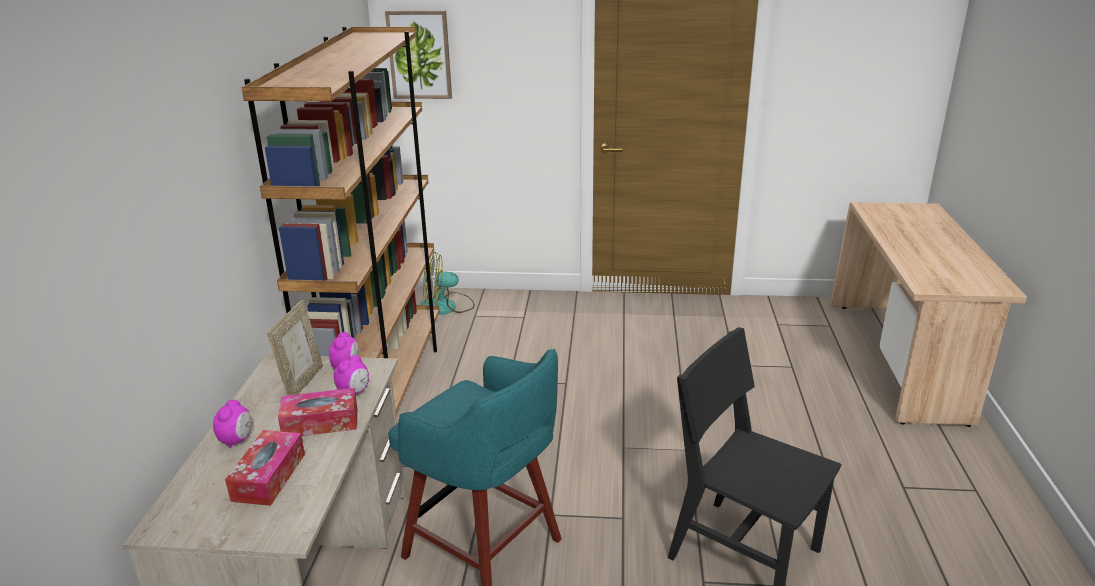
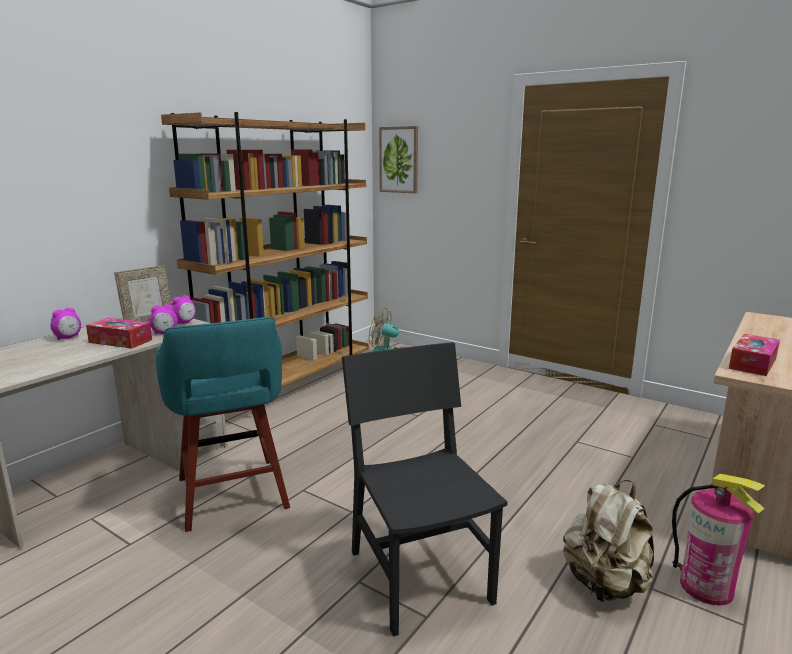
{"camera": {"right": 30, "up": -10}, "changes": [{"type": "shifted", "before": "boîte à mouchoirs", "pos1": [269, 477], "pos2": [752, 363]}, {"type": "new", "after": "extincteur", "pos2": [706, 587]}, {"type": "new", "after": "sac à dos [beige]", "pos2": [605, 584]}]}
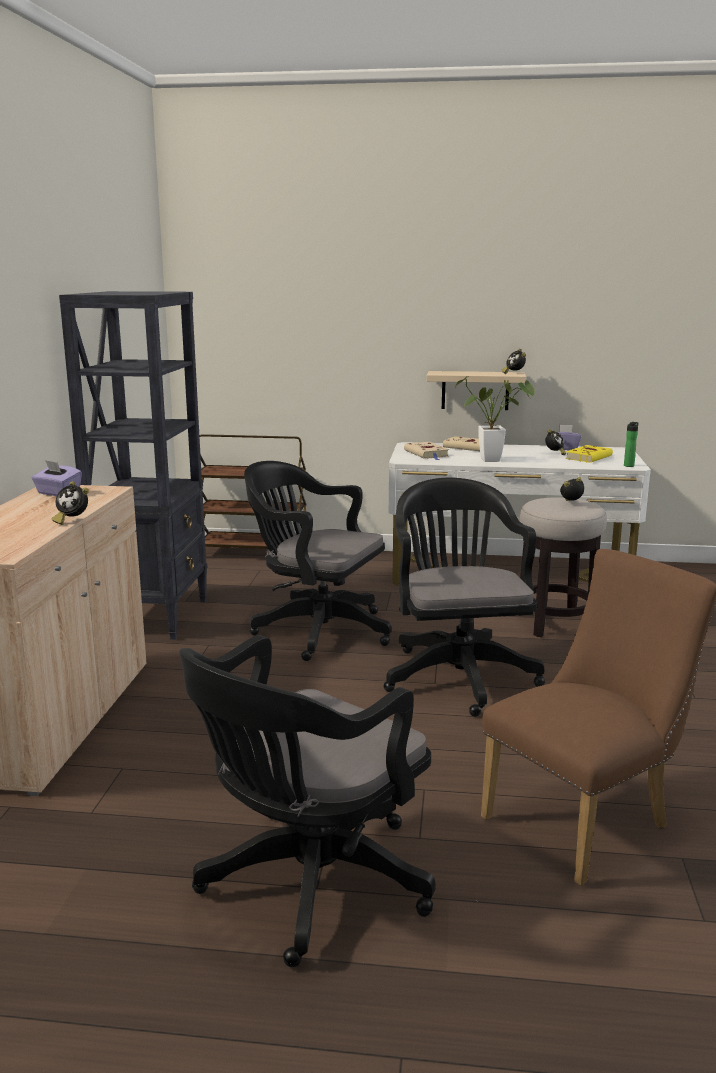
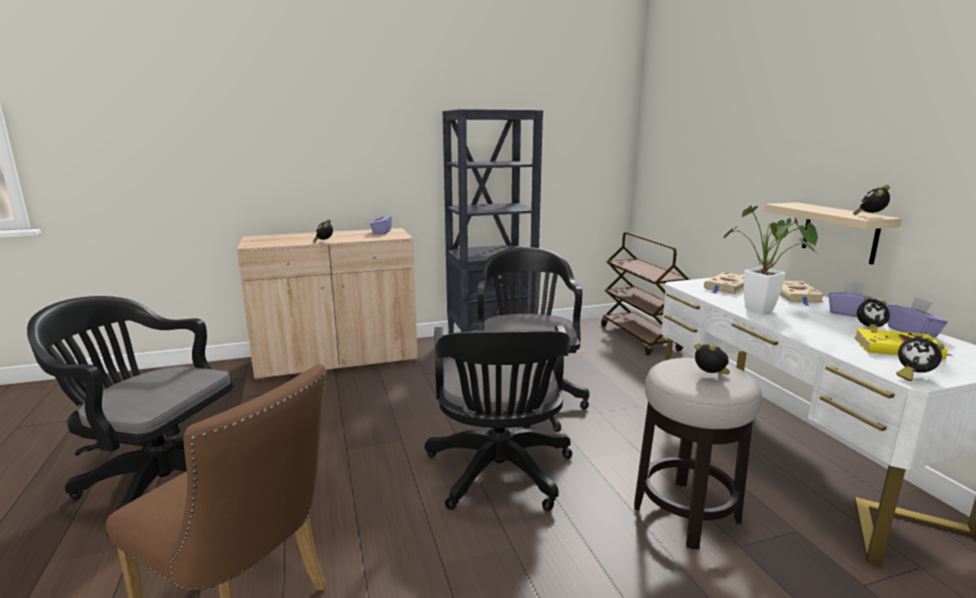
{"camera": {"right": 65, "up": 0}, "changes": [{"type": "swapped", "before": "bouteille", "after": "réveil", "pos1": [629, 465], "pos2": [912, 376]}, {"type": "rotated", "before": "chaise de bureau [noir]", "pos1": [457, 674], "pos2": [499, 475], "turn": 120}, {"type": "new", "after": "boîte à mouchoirs [violet]", "pos2": [849, 313]}]}
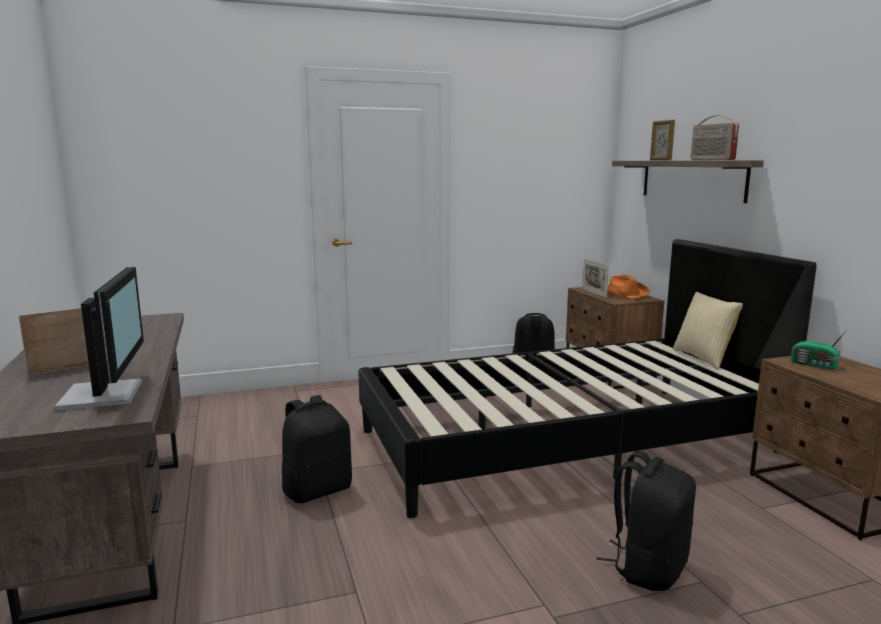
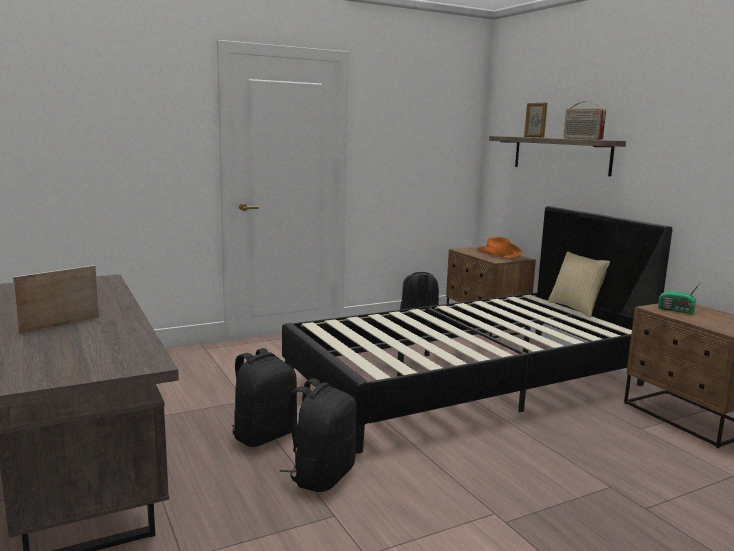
{"camera": {"right": -10, "up": 0}, "changes": [{"type": "gone", "before": "cadre photo", "pos1": [594, 293]}, {"type": "gone", "before": "écran d'ordinateur", "pos1": [105, 394]}, {"type": "shifted", "before": "sac à dos [noir]", "pos1": [648, 568], "pos2": [321, 475]}]}
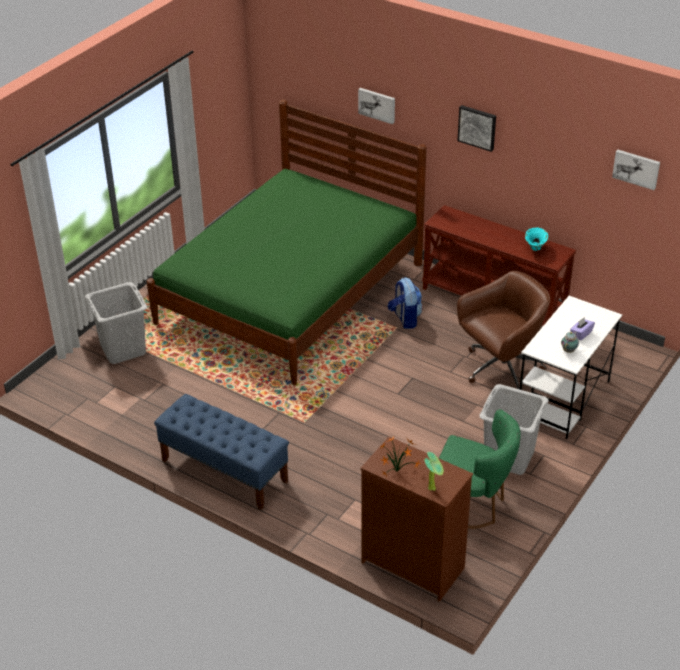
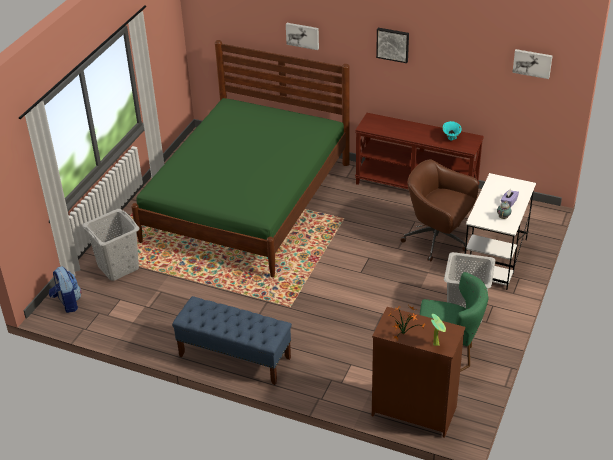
{"camera": {"right": -10, "up": 0}, "changes": [{"type": "rotated", "before": "chaise de bureau [marron]", "pos1": [500, 368], "pos2": [437, 240], "turn": -105}, {"type": "shifted", "before": "sac à dos", "pos1": [405, 319], "pos2": [67, 303]}]}
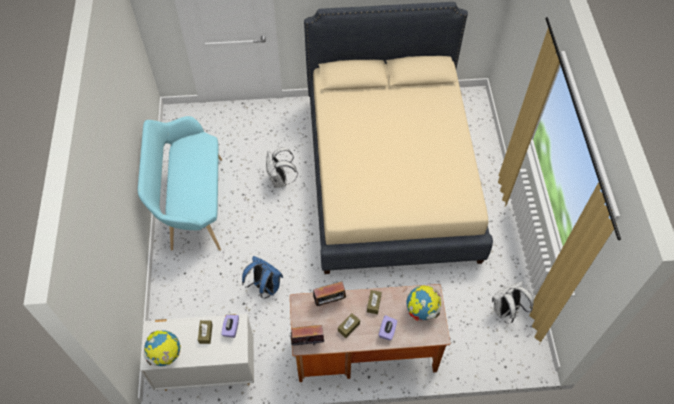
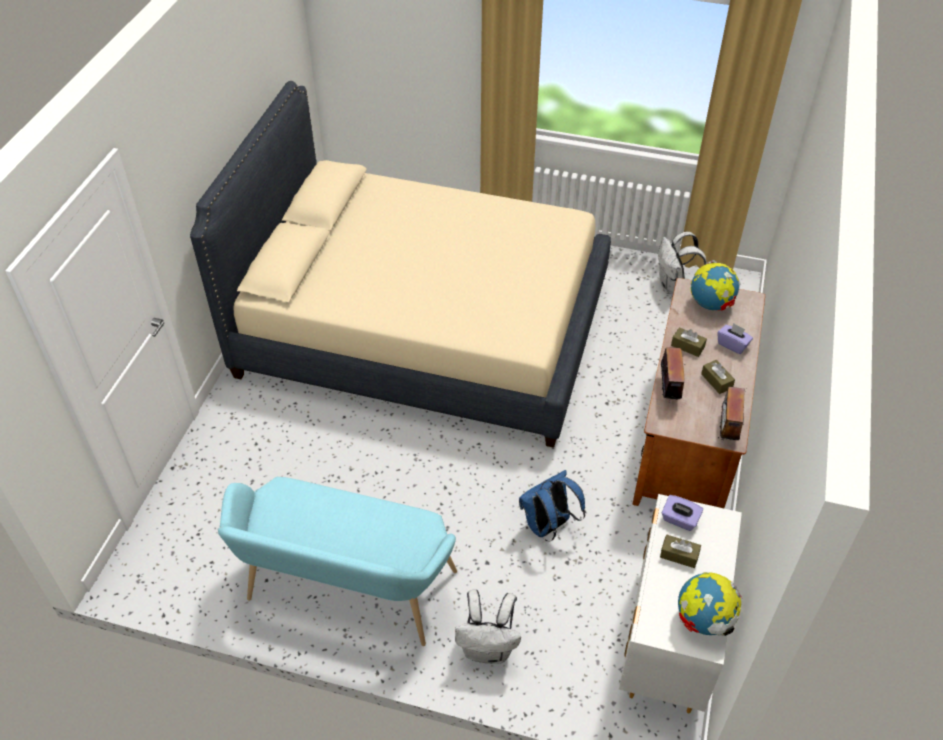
{"camera": {"right": -70, "up": -10}, "changes": [{"type": "shifted", "before": "sac à dos [blanc]", "pos1": [280, 180], "pos2": [488, 649]}]}
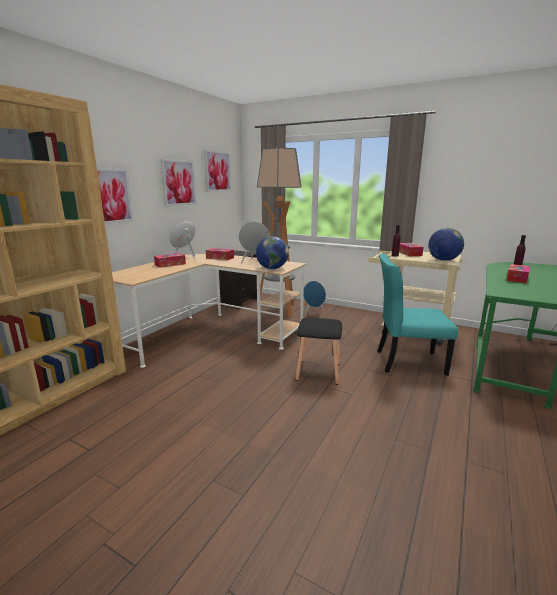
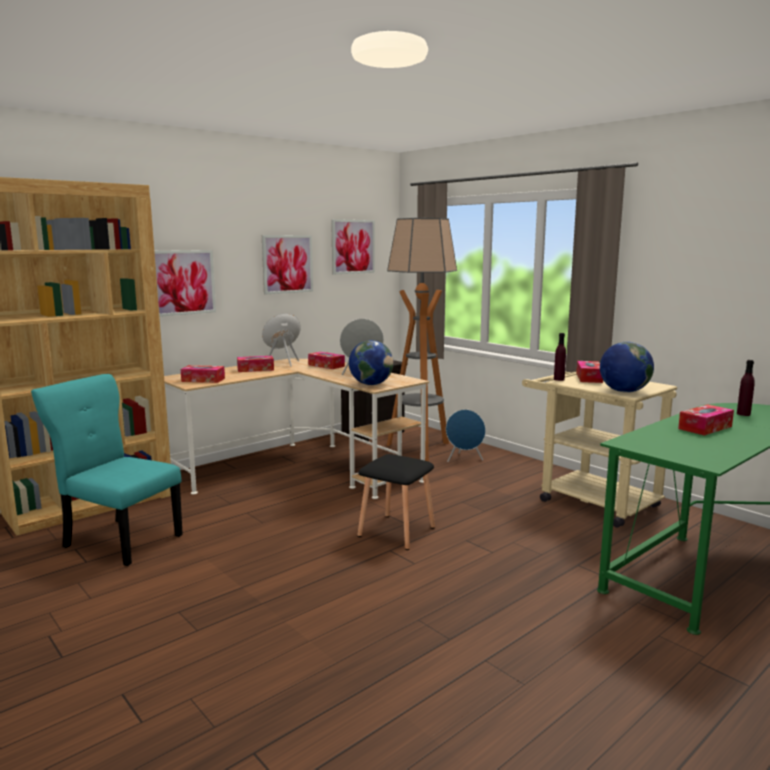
{"camera": {"right": 20, "up": -5}, "changes": [{"type": "shifted", "before": "chaise [turquoise]", "pos1": [406, 362], "pos2": [120, 540]}, {"type": "new", "after": "boîte à mouchoirs", "pos2": [203, 380]}]}
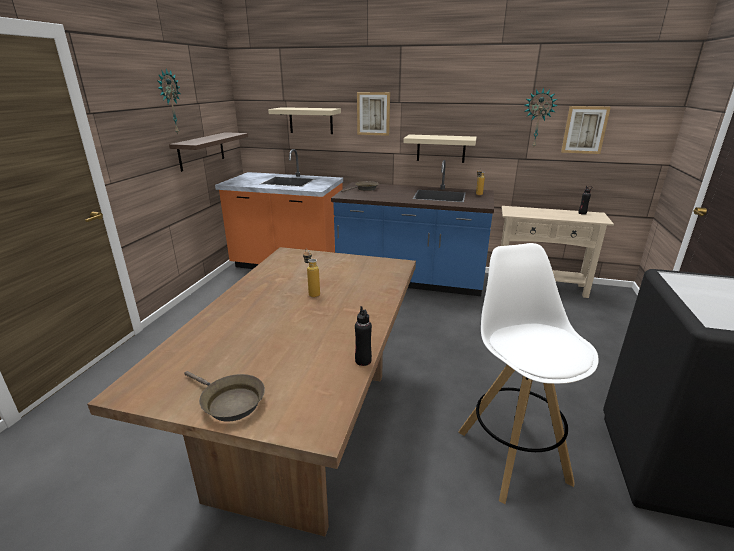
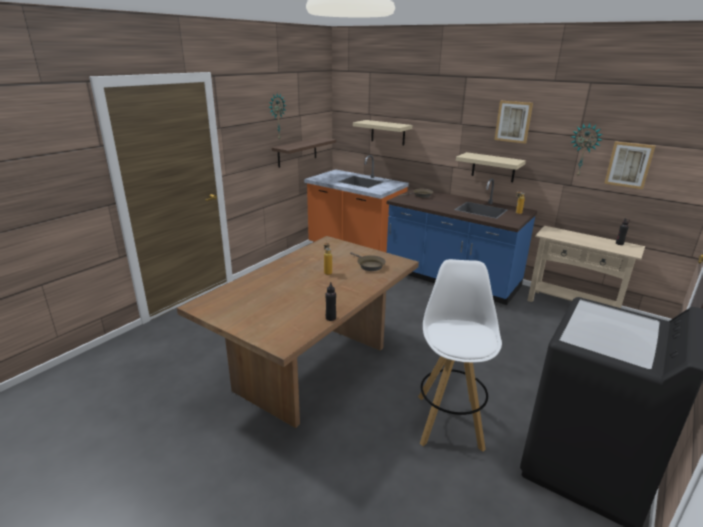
{"camera": {"right": 20, "up": 0}, "changes": [{"type": "shifted", "before": "tableau", "pos1": [373, 113], "pos2": [513, 121]}, {"type": "shifted", "before": "poêle [marron]", "pos1": [229, 402], "pos2": [369, 265]}]}
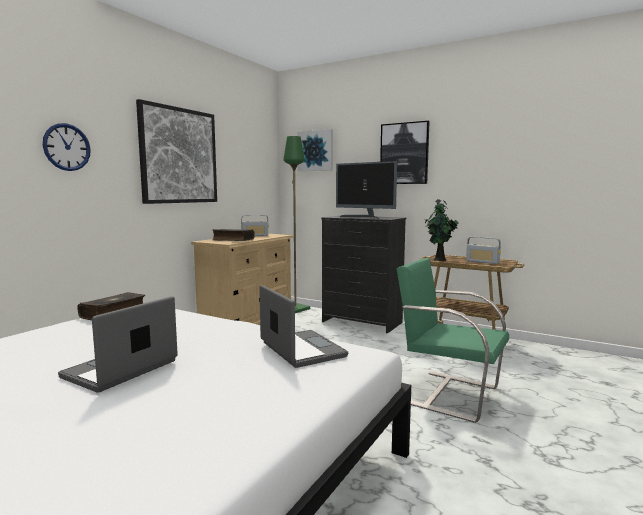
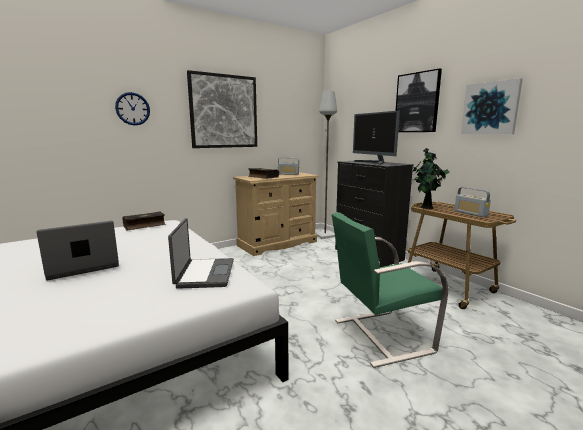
{"camera": {"right": 25, "up": 5}, "changes": [{"type": "shifted", "before": "tableau", "pos1": [315, 151], "pos2": [490, 108]}, {"type": "repainted", "before": "lampadaire [vert]", "after": "lampadaire [gris]", "pos1": [295, 309], "pos2": [325, 235]}, {"type": "rotated", "before": "chaise [vert]", "pos1": [449, 394], "pos2": [380, 335], "turn": -75}]}
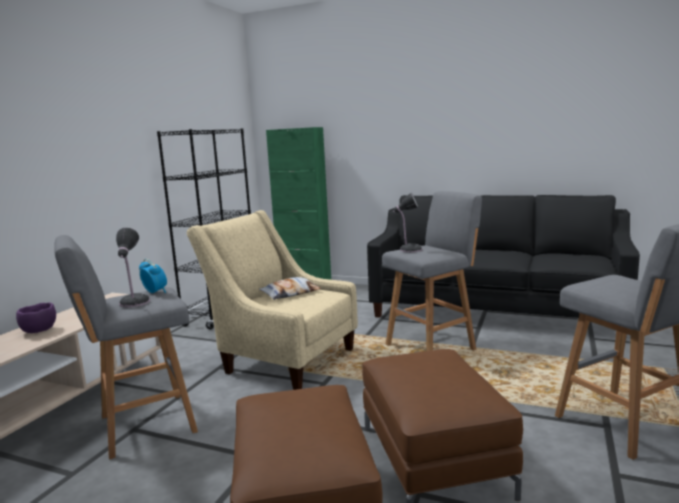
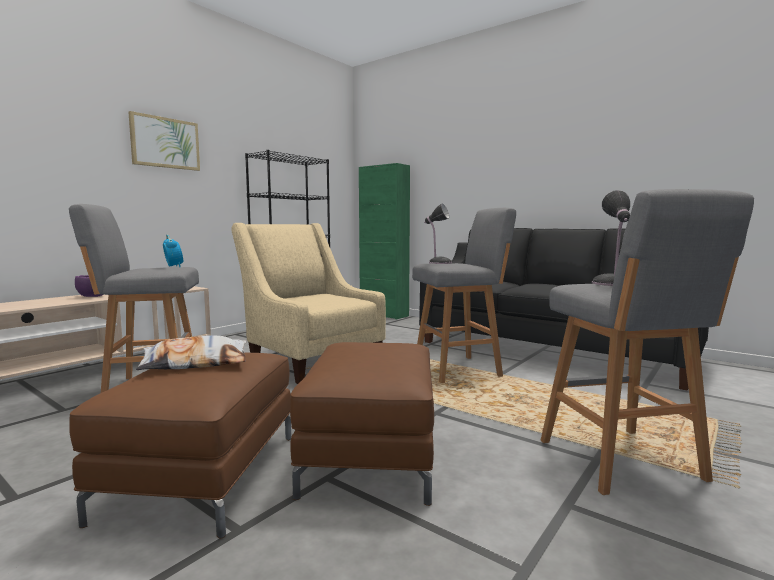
{"camera": {"right": 15, "up": -5}, "changes": [{"type": "shifted", "before": "lampe de table", "pos1": [134, 303], "pos2": [611, 284]}, {"type": "shifted", "before": "coussin", "pos1": [290, 293], "pos2": [196, 363]}, {"type": "new", "after": "tableau", "pos2": [165, 143]}]}
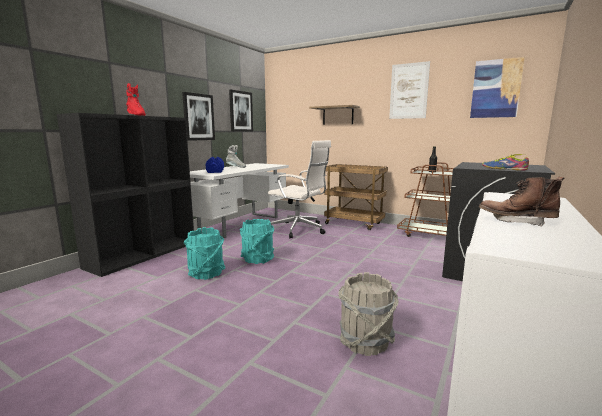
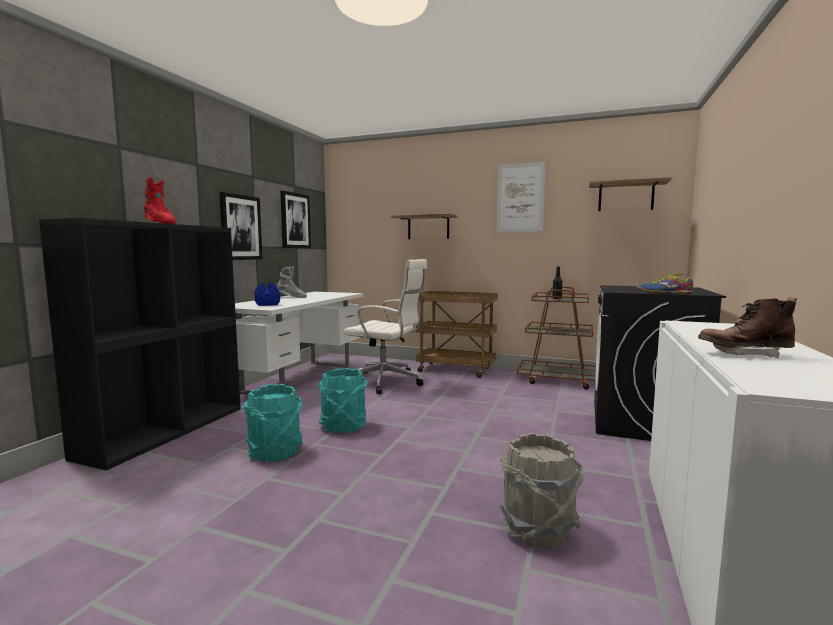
{"camera": {"right": -10, "up": -5}, "changes": [{"type": "swapped", "before": "tableau", "after": "étagère", "pos1": [496, 89], "pos2": [625, 197]}]}
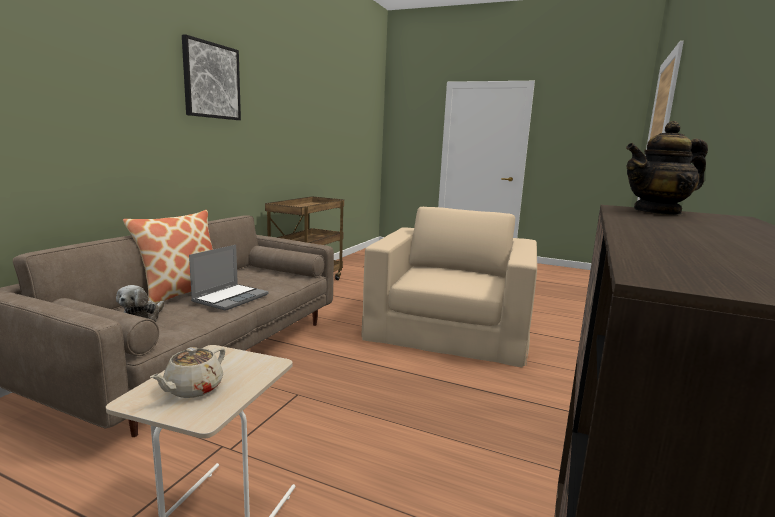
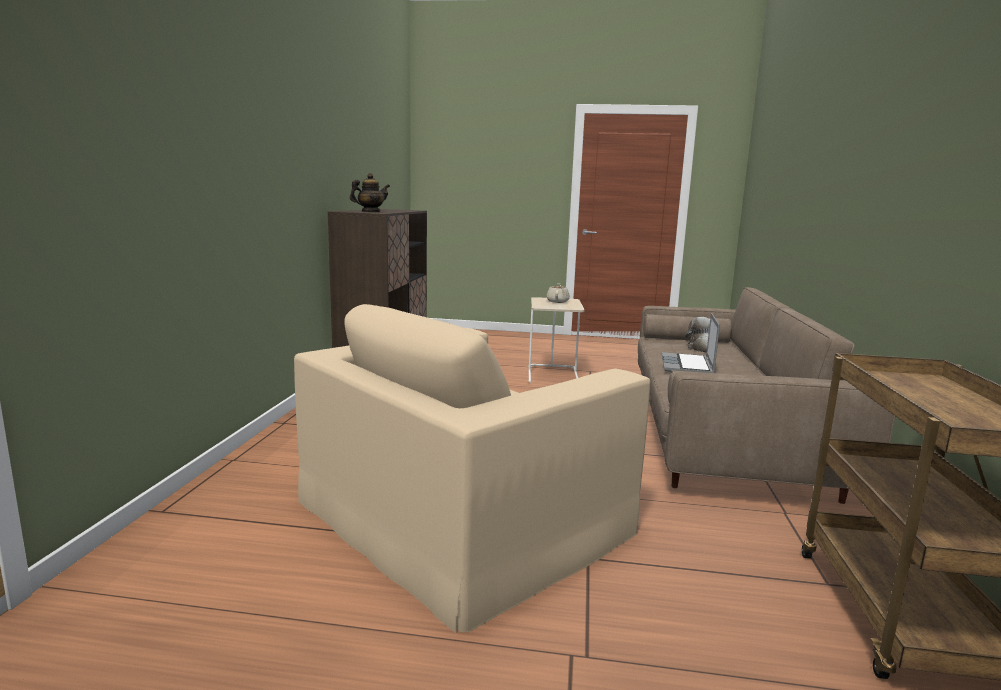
{"camera": {"right": 165, "up": 0}, "changes": [{"type": "gone", "before": "tableau", "pos1": [211, 81]}, {"type": "rotated", "before": "fauteuil [beige]", "pos1": [450, 327], "pos2": [463, 515], "turn": 45}, {"type": "gone", "before": "coussin", "pos1": [182, 292]}]}
